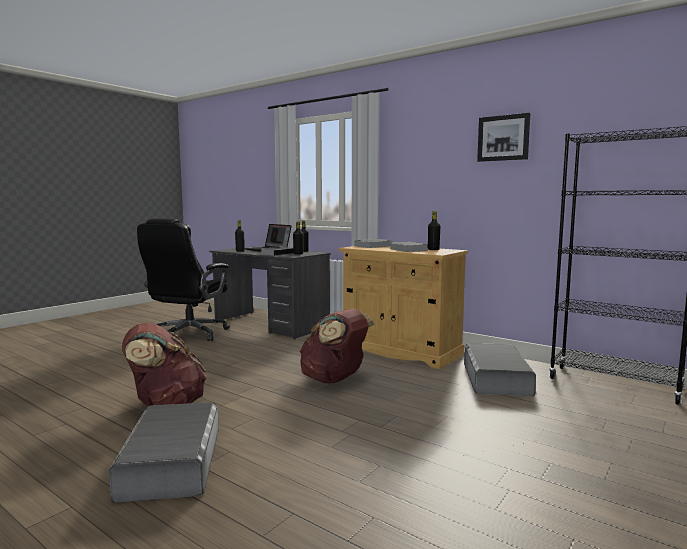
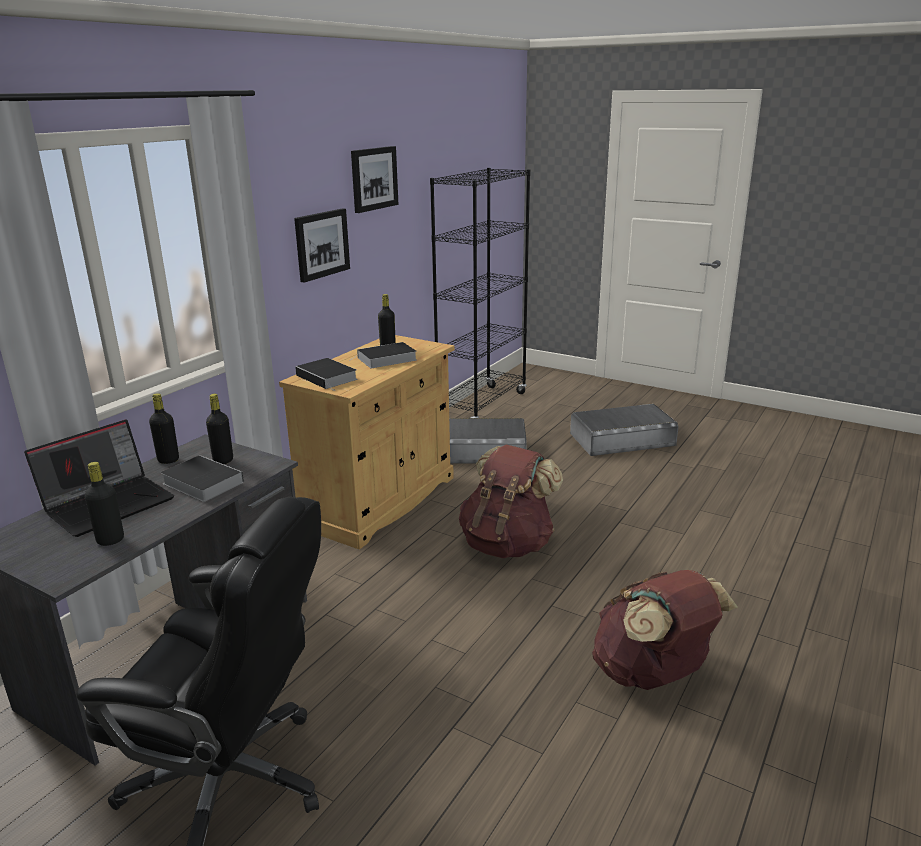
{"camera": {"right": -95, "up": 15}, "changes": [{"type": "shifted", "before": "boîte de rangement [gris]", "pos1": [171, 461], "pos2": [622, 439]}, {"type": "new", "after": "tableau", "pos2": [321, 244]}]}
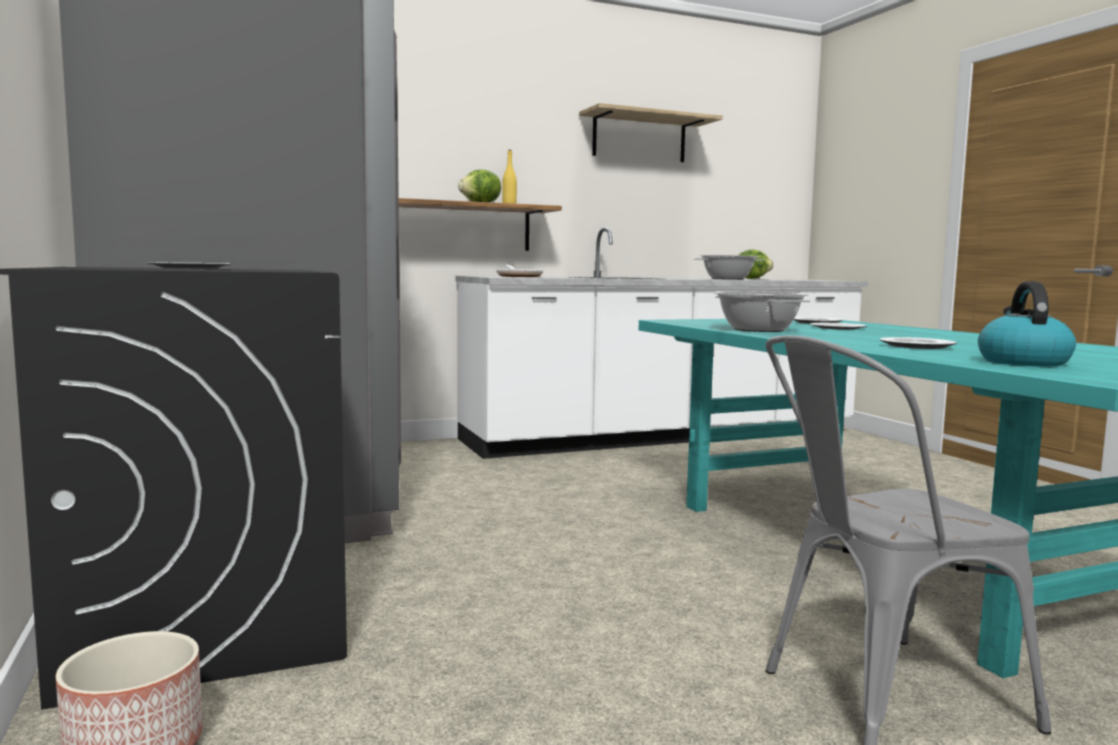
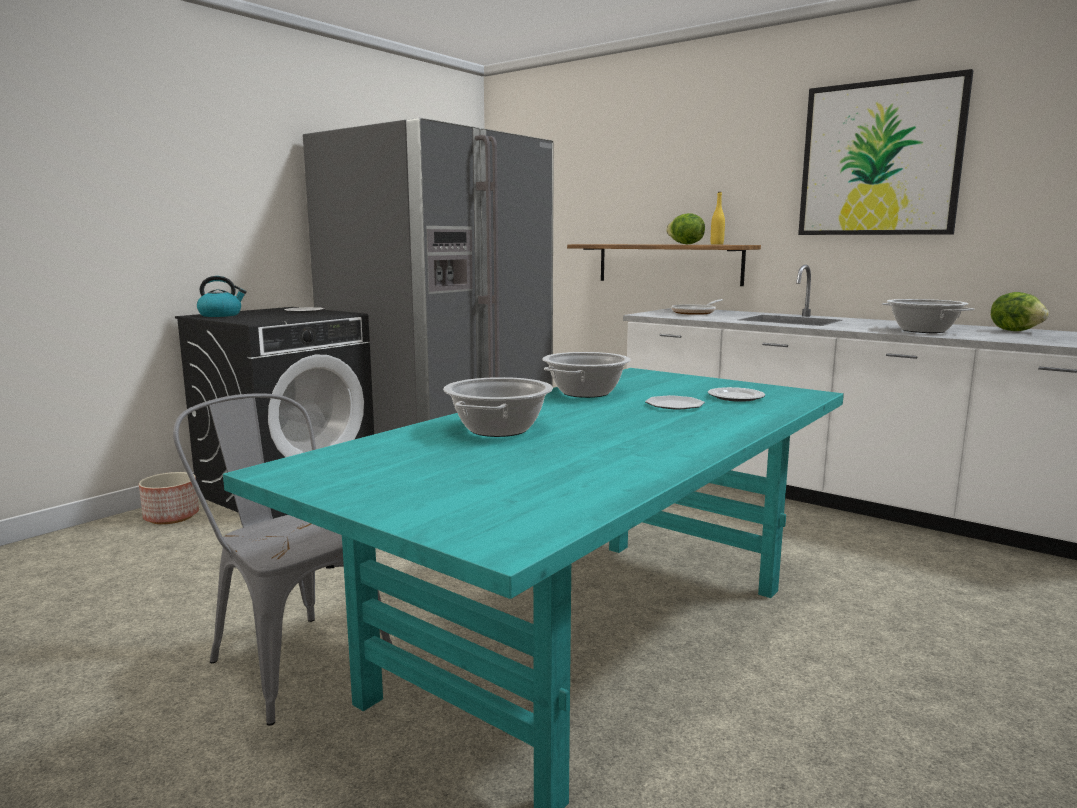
{"camera": {"right": 60, "up": 5}, "changes": [{"type": "swapped", "before": "étagère", "after": "tableau", "pos1": [639, 138], "pos2": [880, 159]}, {"type": "shifted", "before": "bouilloire", "pos1": [1022, 362], "pos2": [221, 315]}, {"type": "swapped", "before": "assiette", "after": "marmite", "pos1": [916, 346], "pos2": [498, 429]}]}
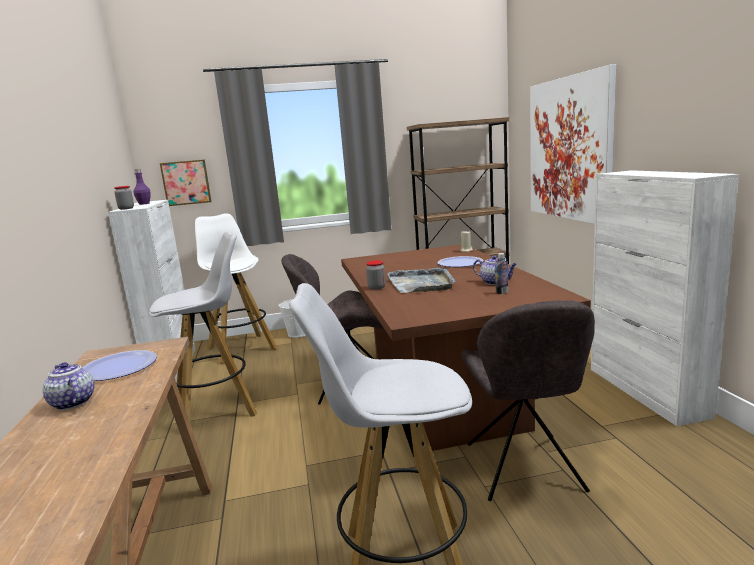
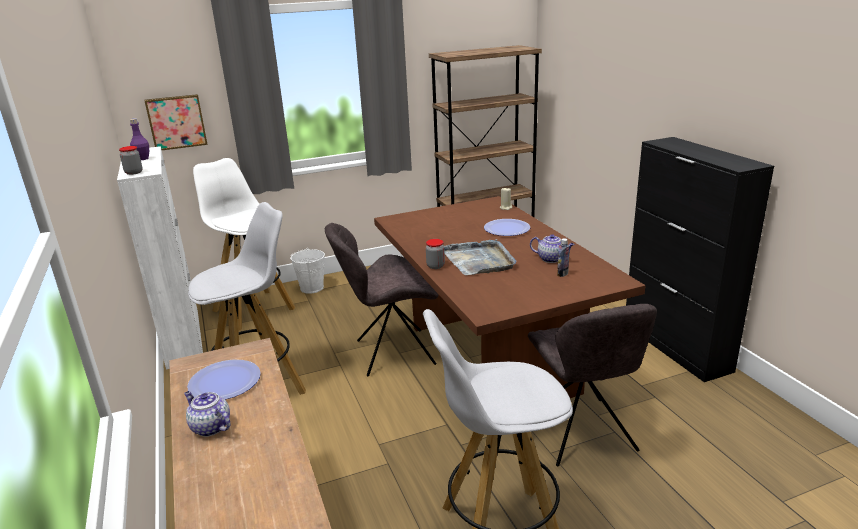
{"camera": {"right": -10, "up": 10}, "changes": [{"type": "gone", "before": "tableau", "pos1": [569, 149]}, {"type": "repainted", "before": "meuble de rangement [blanc]", "after": "meuble de rangement [noir]", "pos1": [646, 391], "pos2": [676, 347]}]}
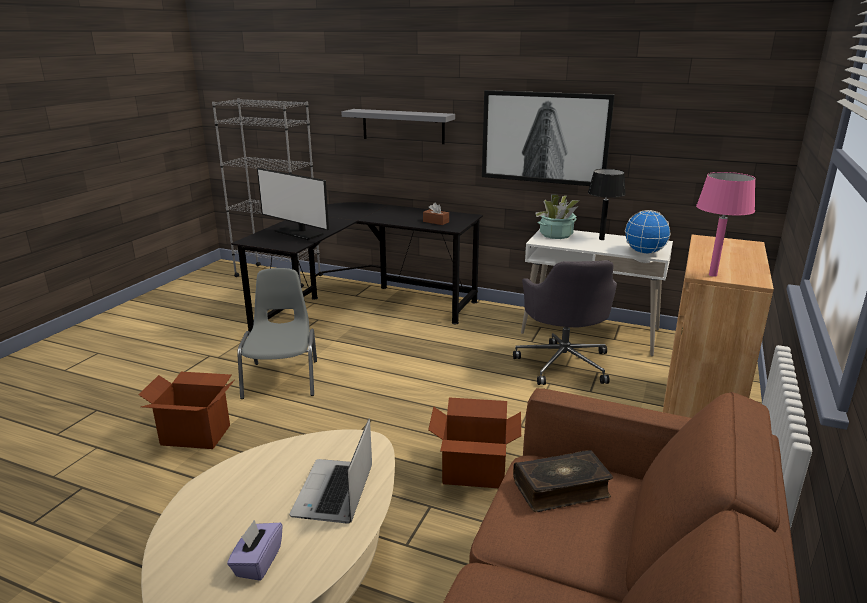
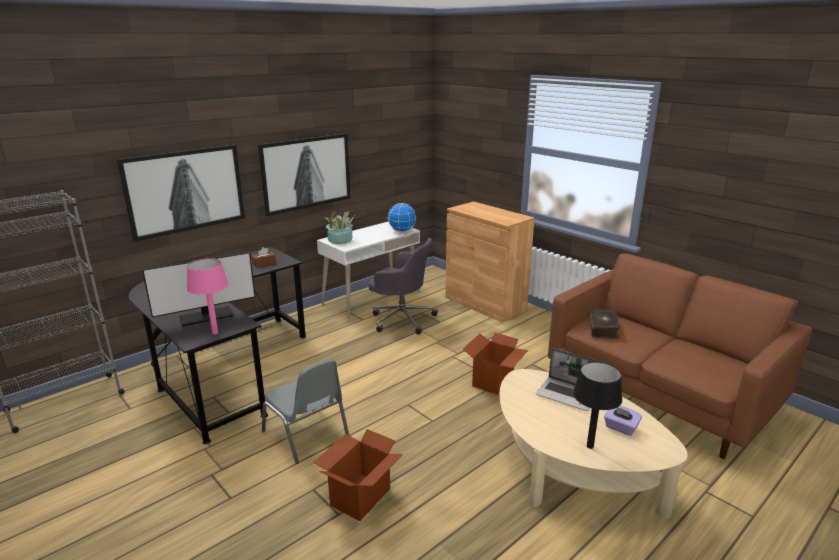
{"camera": {"right": -65, "up": 0}, "changes": [{"type": "swapped", "before": "étagère [gris]", "after": "tableau", "pos1": [403, 126], "pos2": [185, 191]}, {"type": "shifted", "before": "lampe de table [noir]", "pos1": [601, 239], "pos2": [590, 446]}, {"type": "shifted", "before": "lampe de table [rose]", "pos1": [713, 275], "pos2": [215, 332]}, {"type": "rotated", "before": "chaise [gris]", "pos1": [282, 378], "pos2": [306, 435], "turn": -150}]}
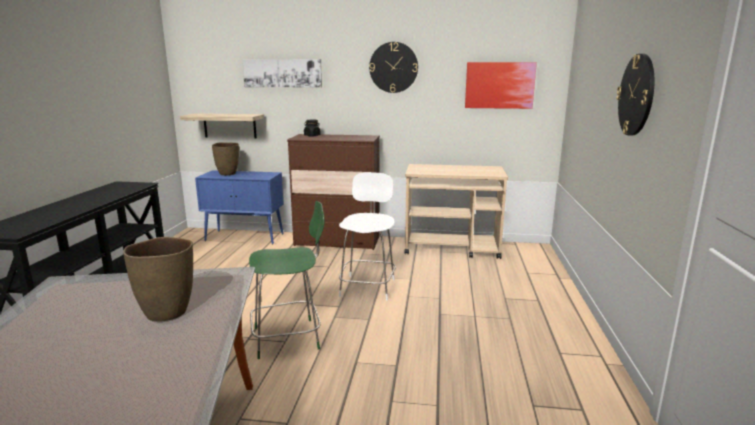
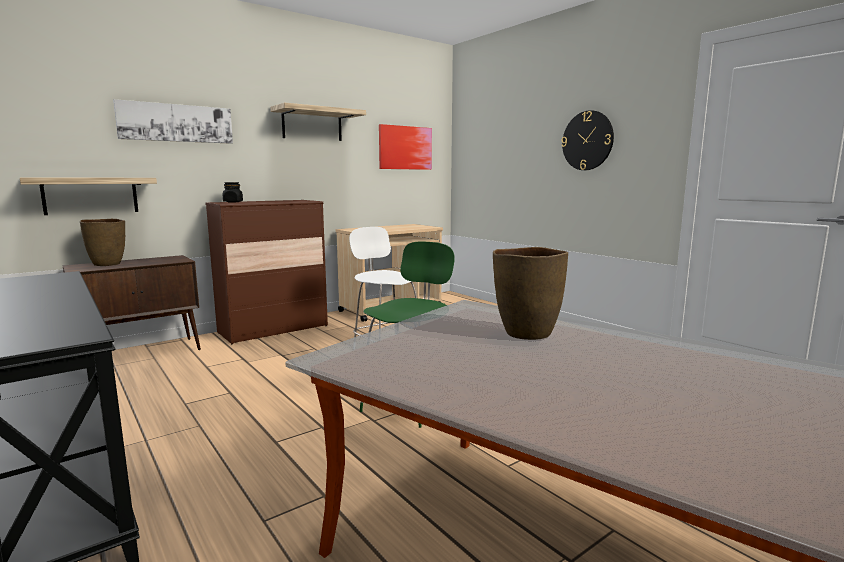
{"camera": {"right": -45, "up": -5}, "changes": [{"type": "swapped", "before": "horloge murale", "after": "étagère", "pos1": [393, 67], "pos2": [312, 125]}, {"type": "repainted", "before": "meuble de rangement [bleu]", "after": "meuble de rangement [marron]", "pos1": [245, 237], "pos2": [142, 354]}]}
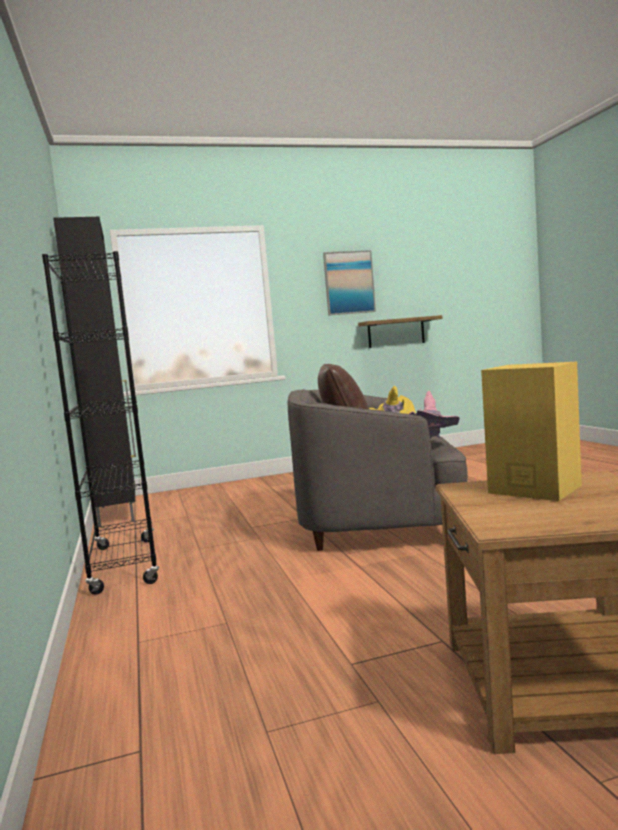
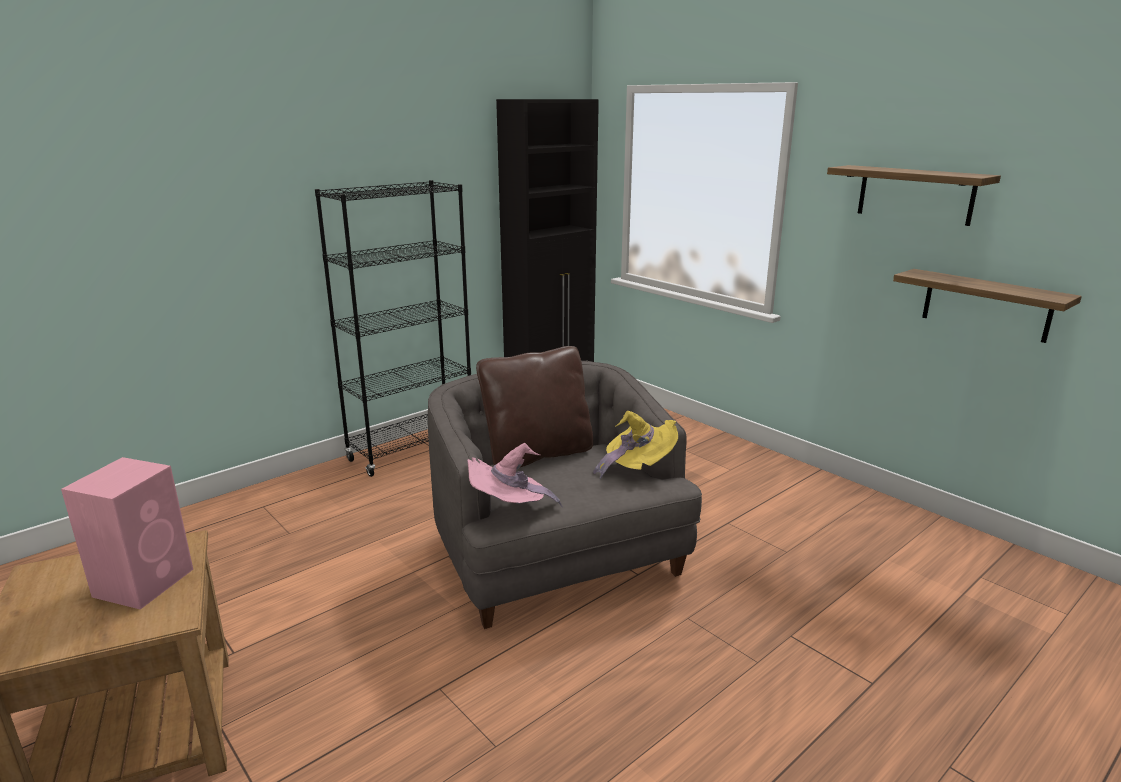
{"camera": {"right": 65, "up": 15}, "changes": [{"type": "swapped", "before": "tableau", "after": "étagère", "pos1": [349, 283], "pos2": [915, 194]}, {"type": "repainted", "before": "enceinte [jaune]", "after": "enceinte [rose]", "pos1": [532, 489], "pos2": [145, 581]}]}
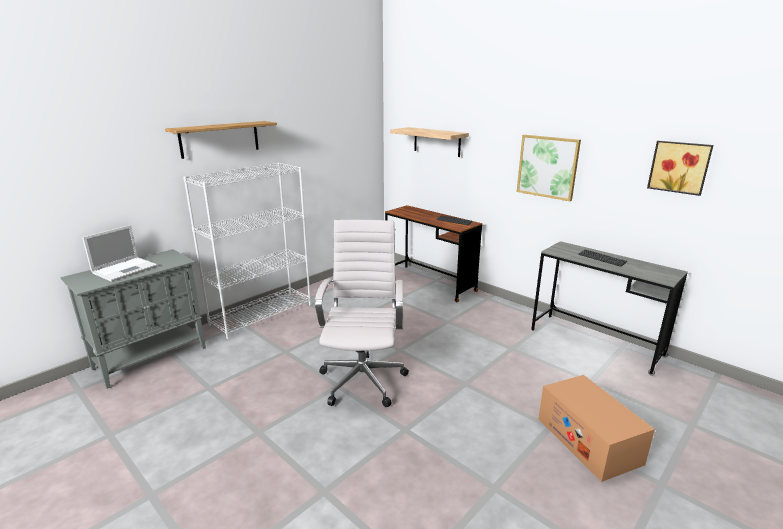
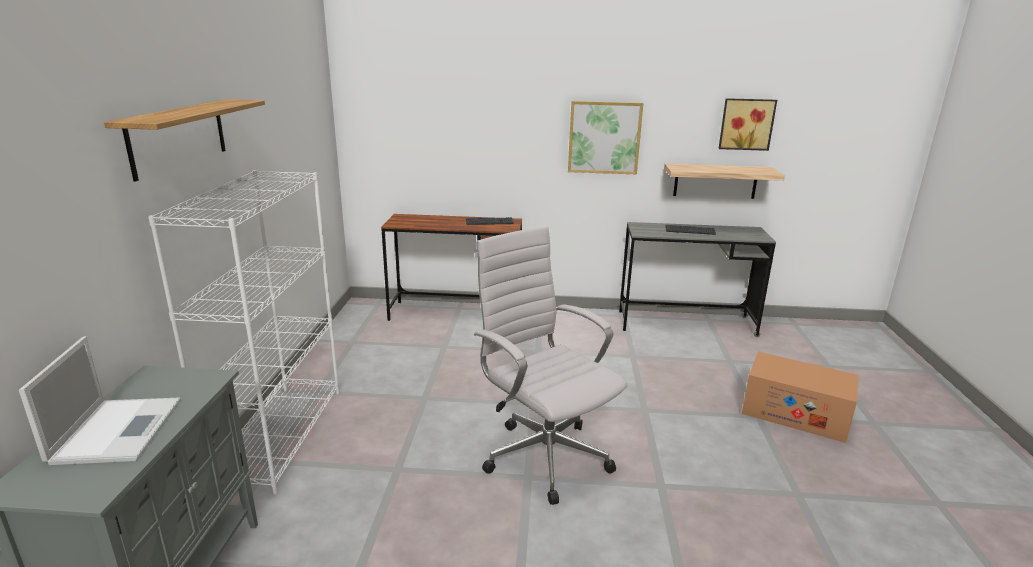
{"camera": {"right": -40, "up": 0}, "changes": [{"type": "shifted", "before": "étagère", "pos1": [437, 142], "pos2": [715, 181]}]}
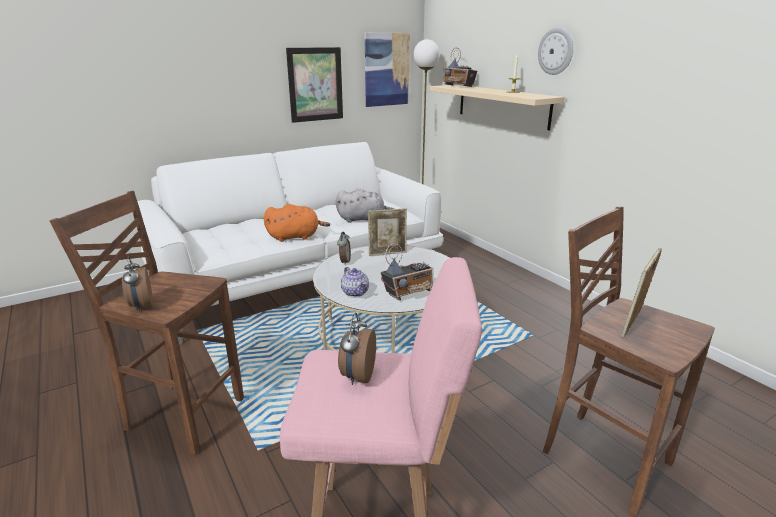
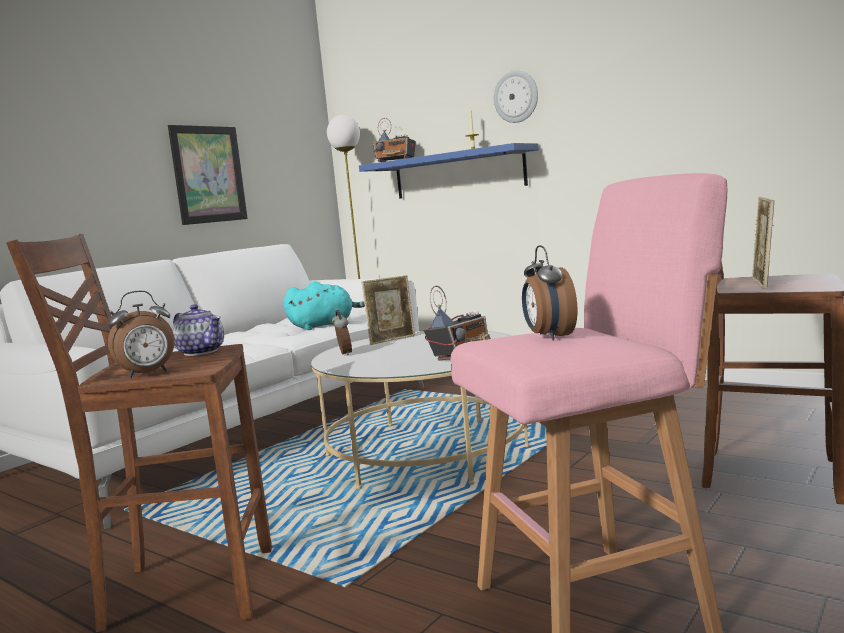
{"camera": {"right": -20, "up": -15}, "changes": [{"type": "gone", "before": "tableau", "pos1": [387, 70]}, {"type": "repainted", "before": "étagère [beige]", "after": "étagère [bleu]", "pos1": [502, 105], "pos2": [458, 173]}, {"type": "repainted", "before": "peluche [gris]", "after": "peluche [turquoise]", "pos1": [363, 219], "pos2": [324, 325]}, {"type": "gone", "before": "peluche [orange]", "pos1": [295, 237]}, {"type": "rotated", "before": "réveil", "pos1": [141, 306], "pos2": [148, 374], "turn": -75}, {"type": "shifted", "before": "théière", "pos1": [355, 292], "pos2": [201, 351]}]}
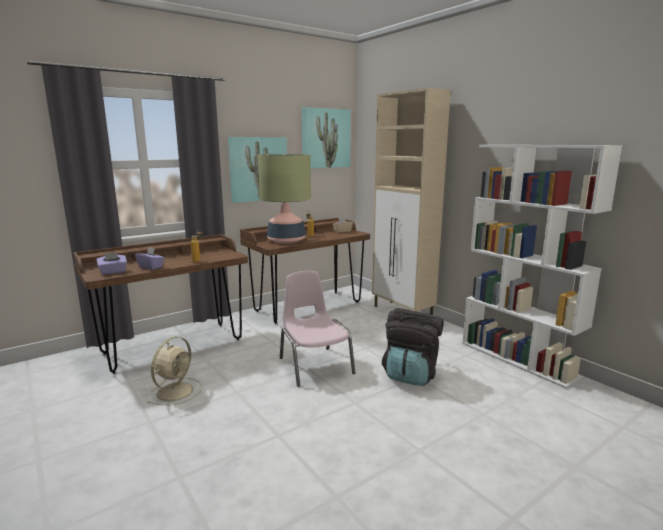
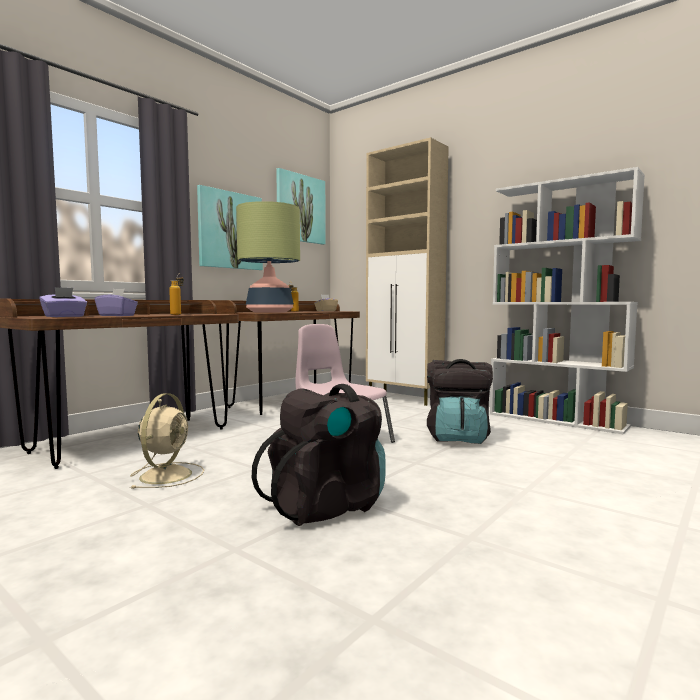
{"camera": {"right": -15, "up": -10}, "changes": [{"type": "new", "after": "sac à dos [noir]", "pos2": [327, 506]}]}
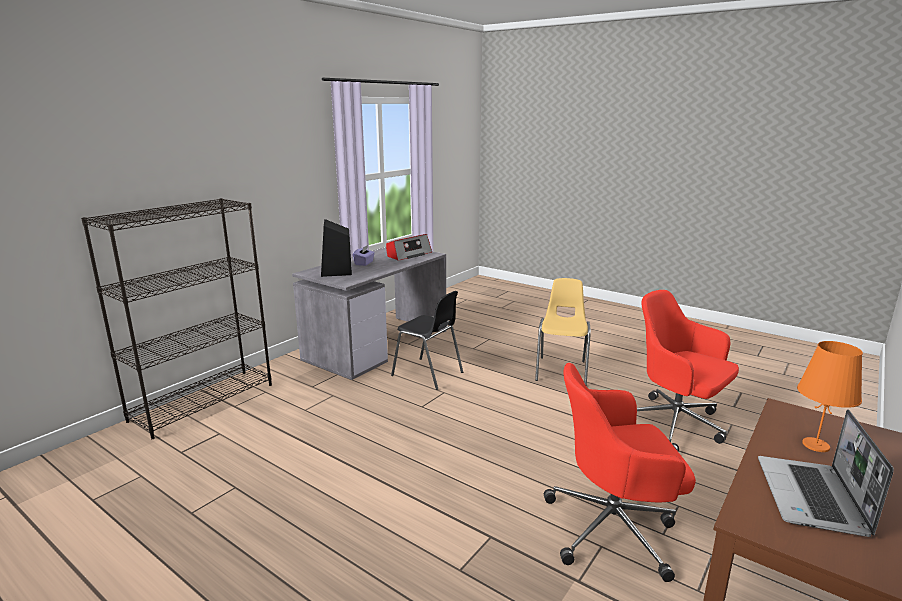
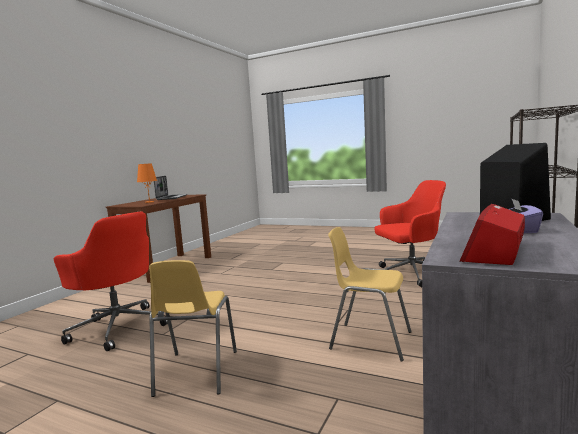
{"camera": {"right": 170, "up": -10}, "changes": [{"type": "repainted", "before": "chaise [noir]", "after": "chaise [jaune]", "pos1": [428, 374], "pos2": [370, 340]}, {"type": "shifted", "before": "chaise de bureau [rouge]", "pos1": [613, 528], "pos2": [411, 274]}]}
